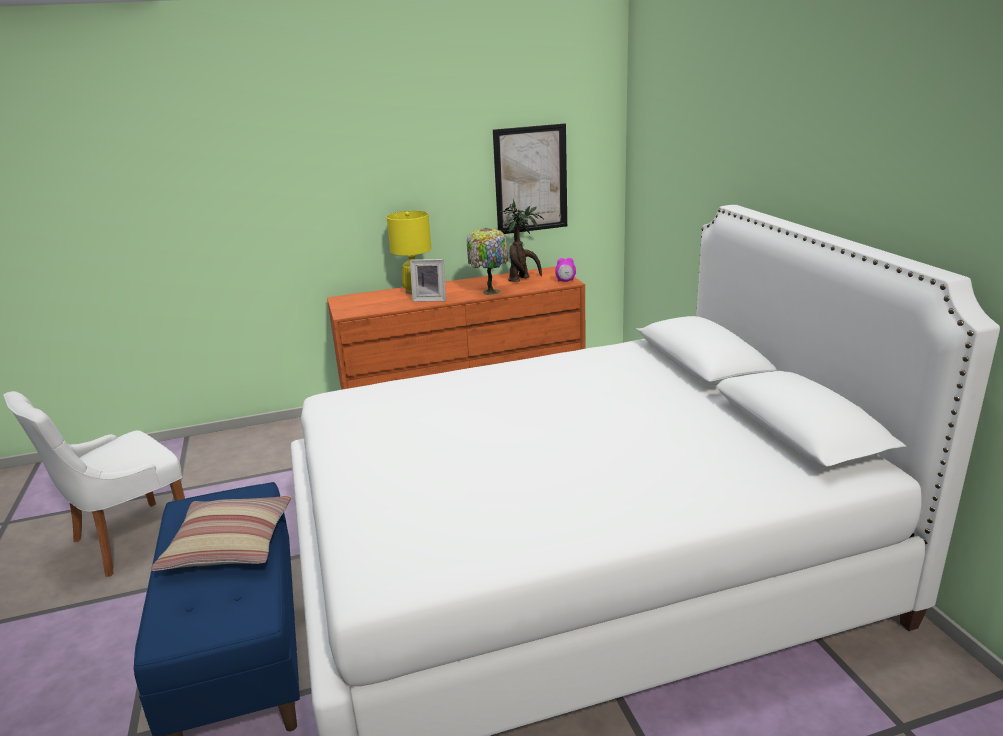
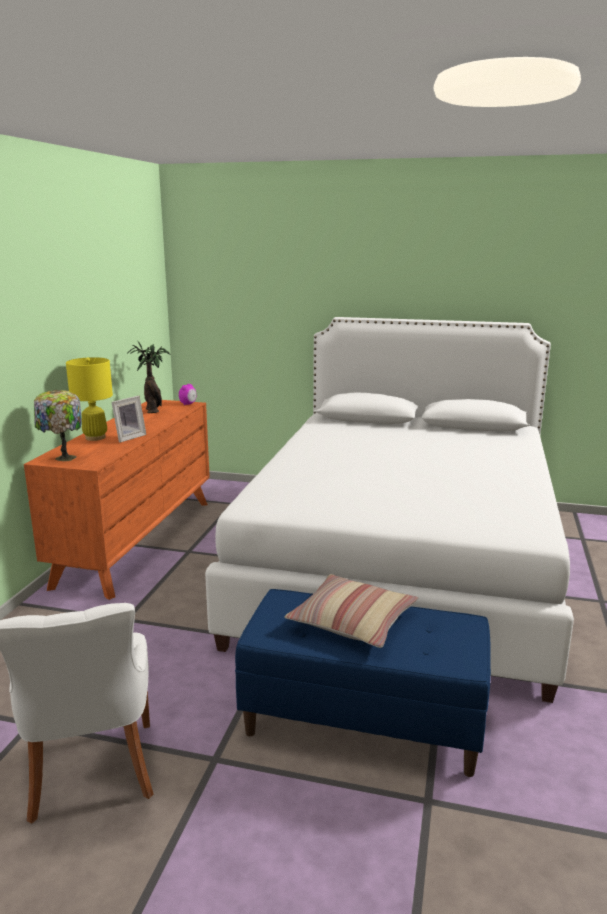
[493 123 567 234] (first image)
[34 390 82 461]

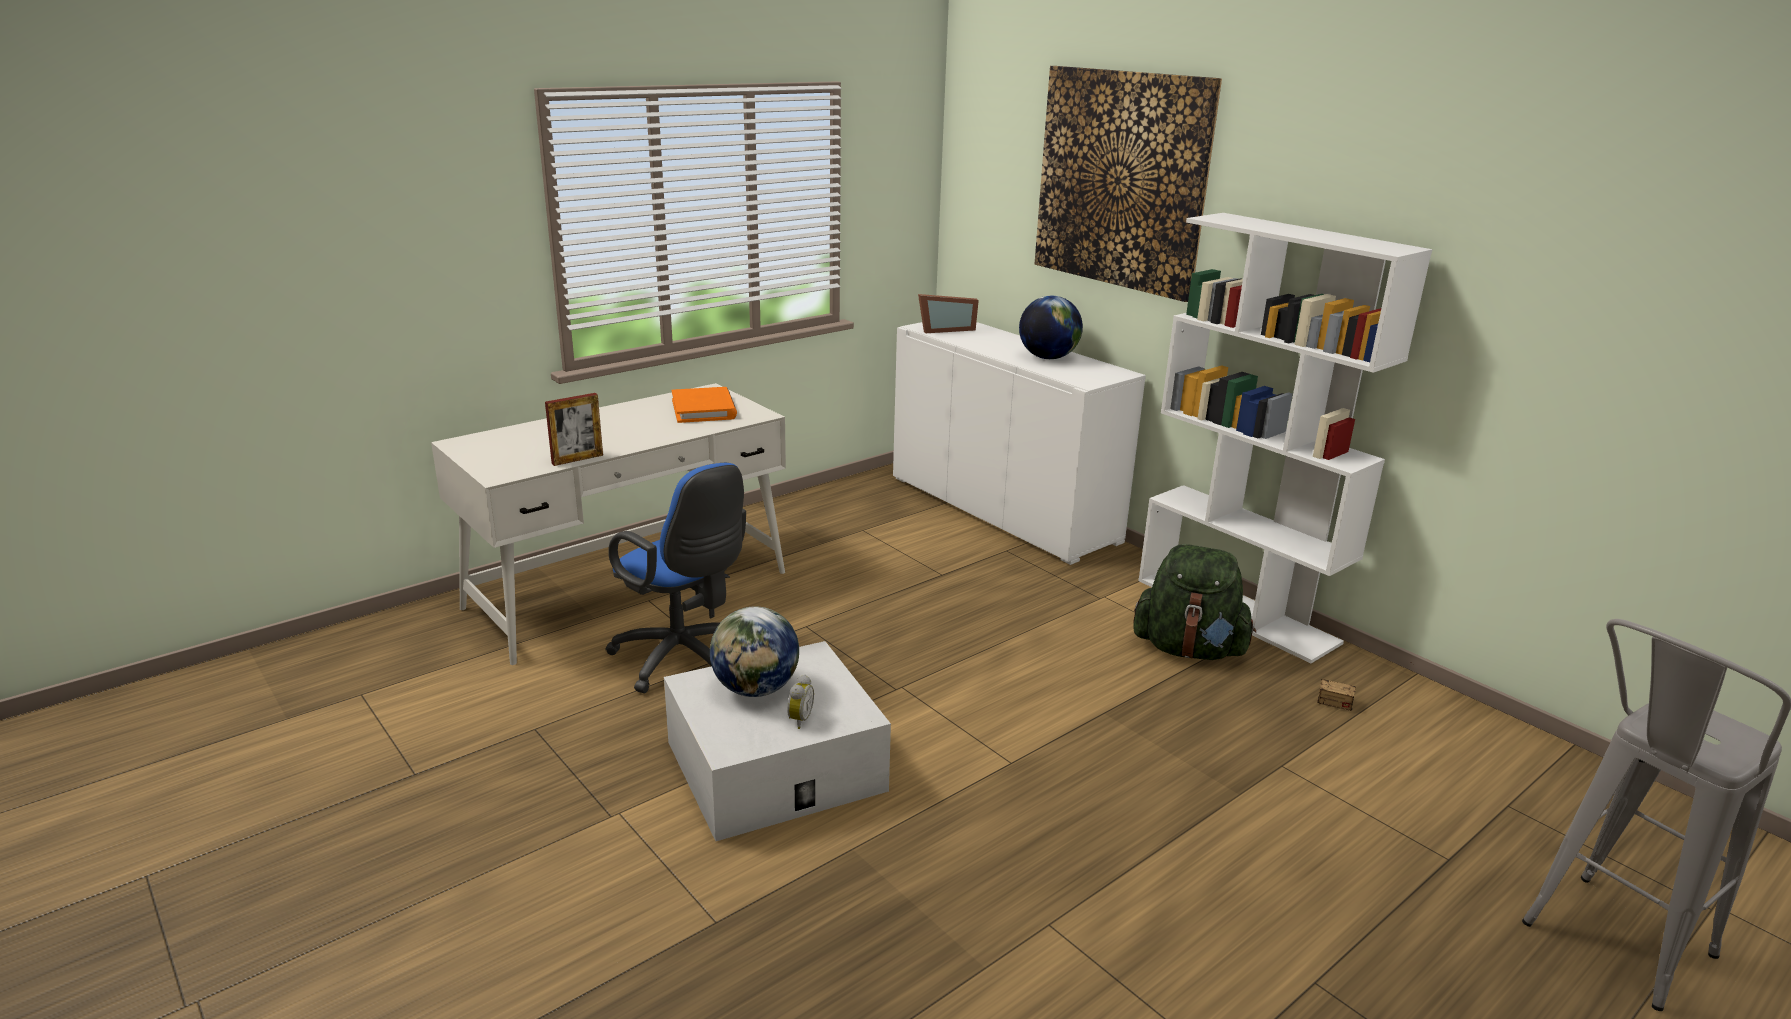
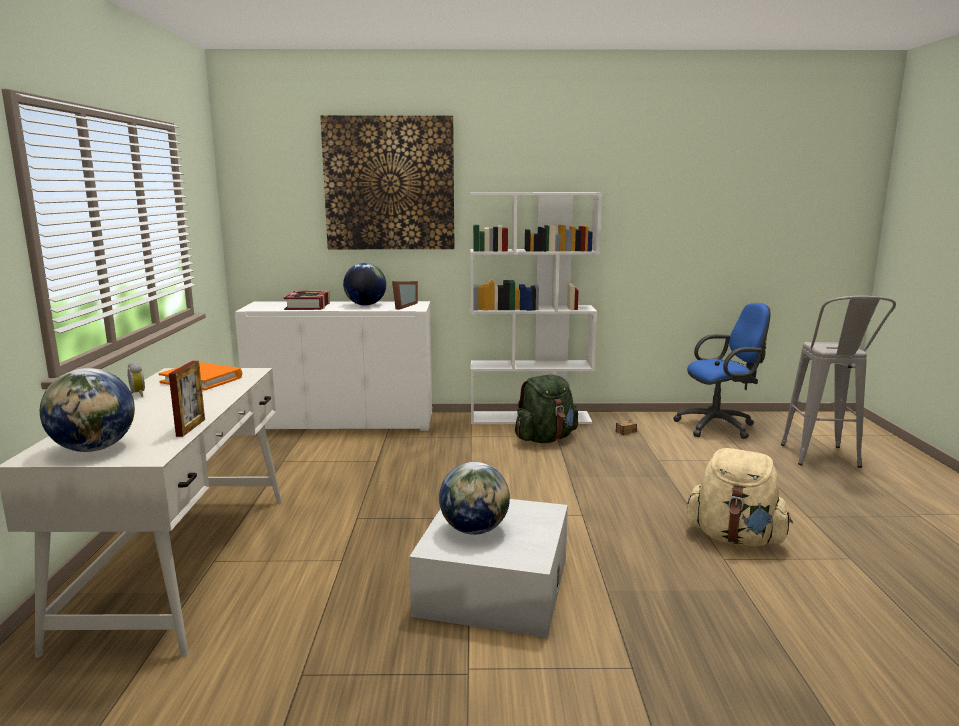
[392 281 418 310]
[673 303 771 439]
[127 361 145 397]
[284 291 330 310]
[40 368 135 452]
[687 448 793 546]

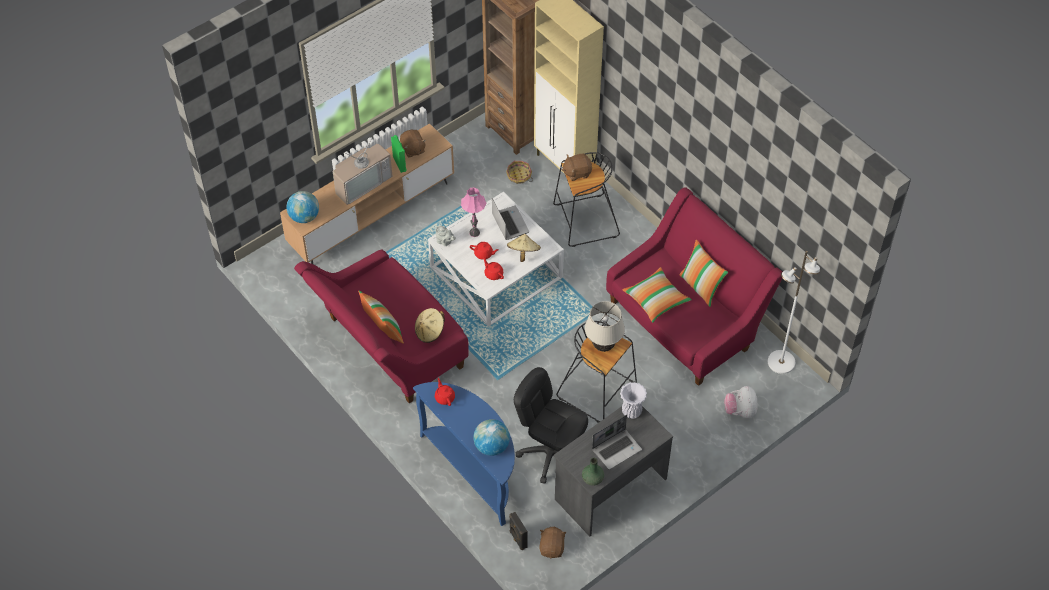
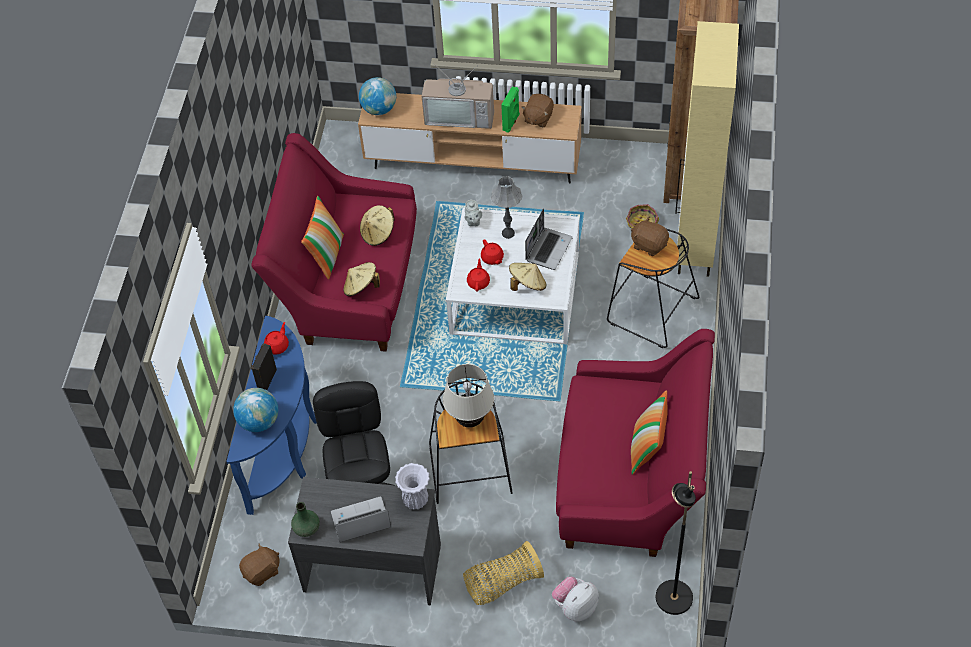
[491 176 523 239]
[656 471 696 615]
[622 267 692 323] (first image)
[331 497 391 542]
[251 343 277 390]
[360 205 395 246]
[463 541 544 605]

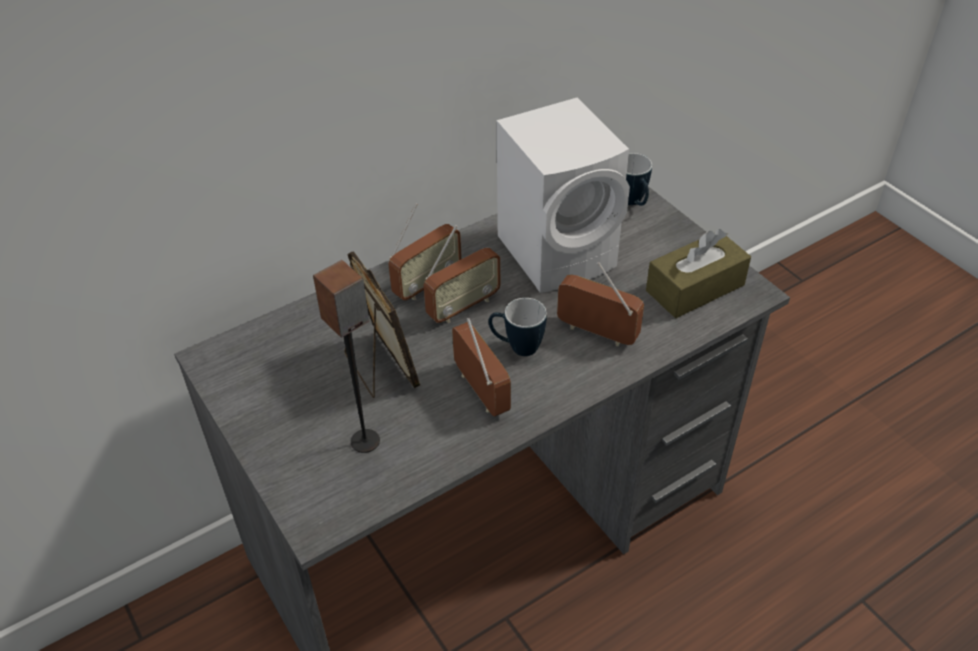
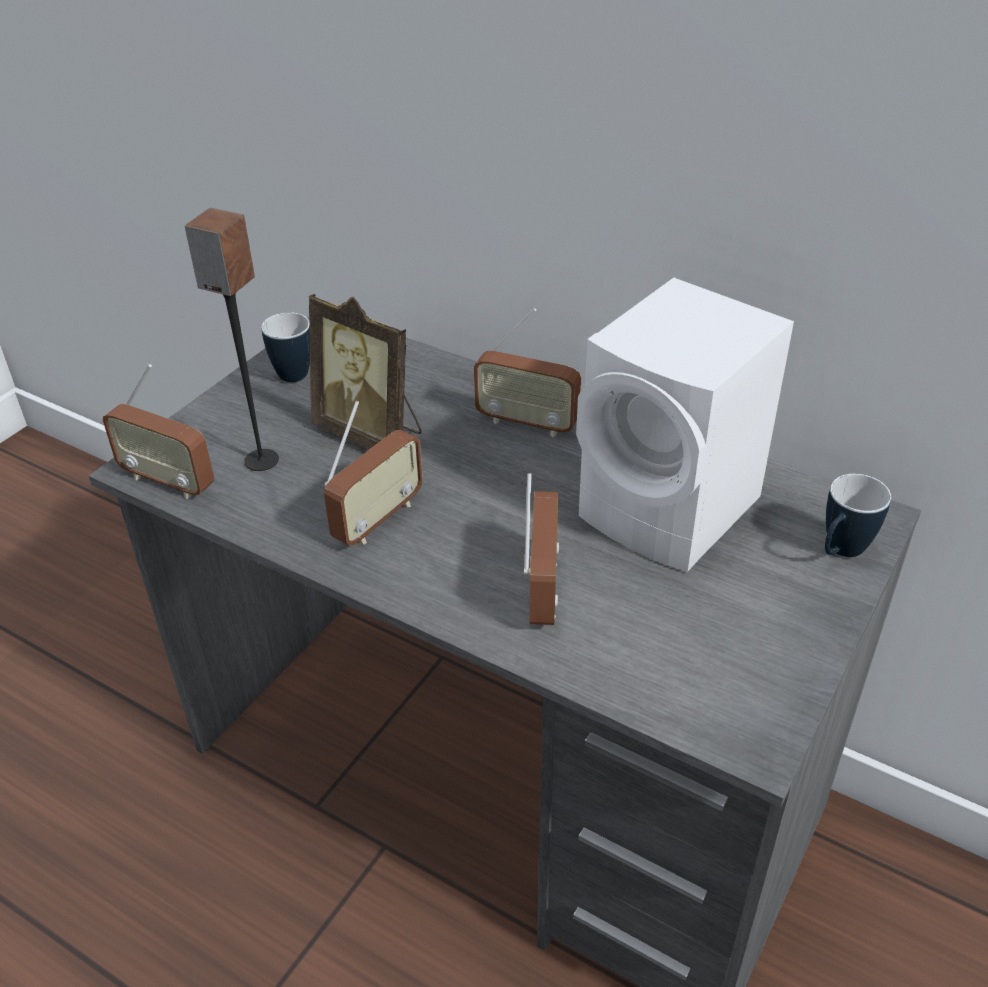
[103 364 214 499]
[646 229 751 318] (first image)
[309 293 422 449]
[261 312 310 382]

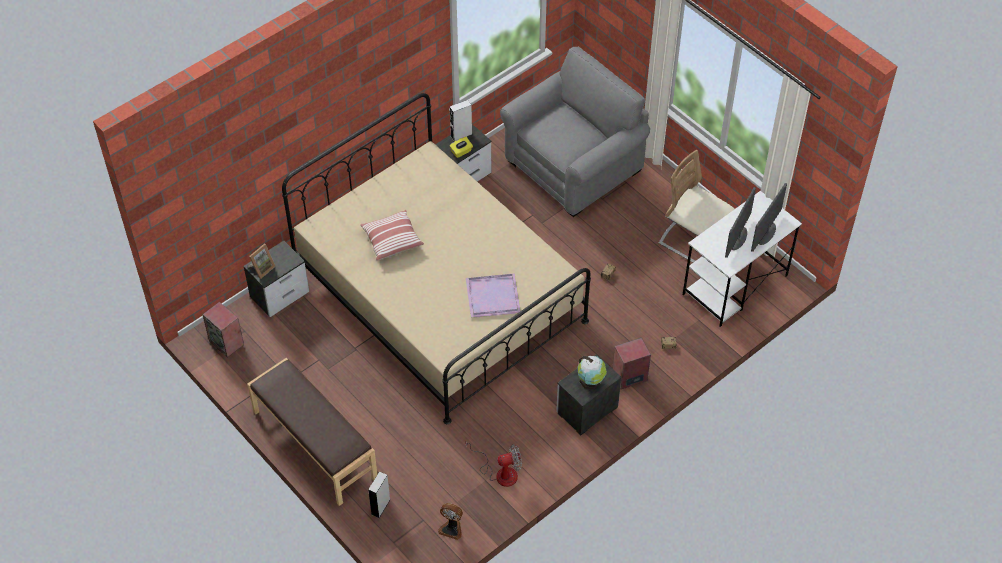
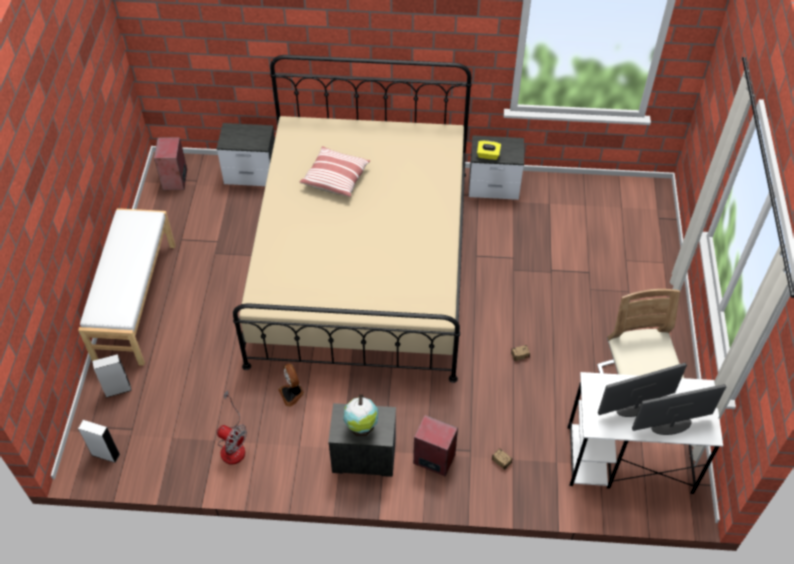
[500 47 650 217] (first image)
[78 420 120 463]
[248 244 276 279] (first image)
[466 273 521 318] (first image)
[78 208 176 366]
[278 364 304 407]

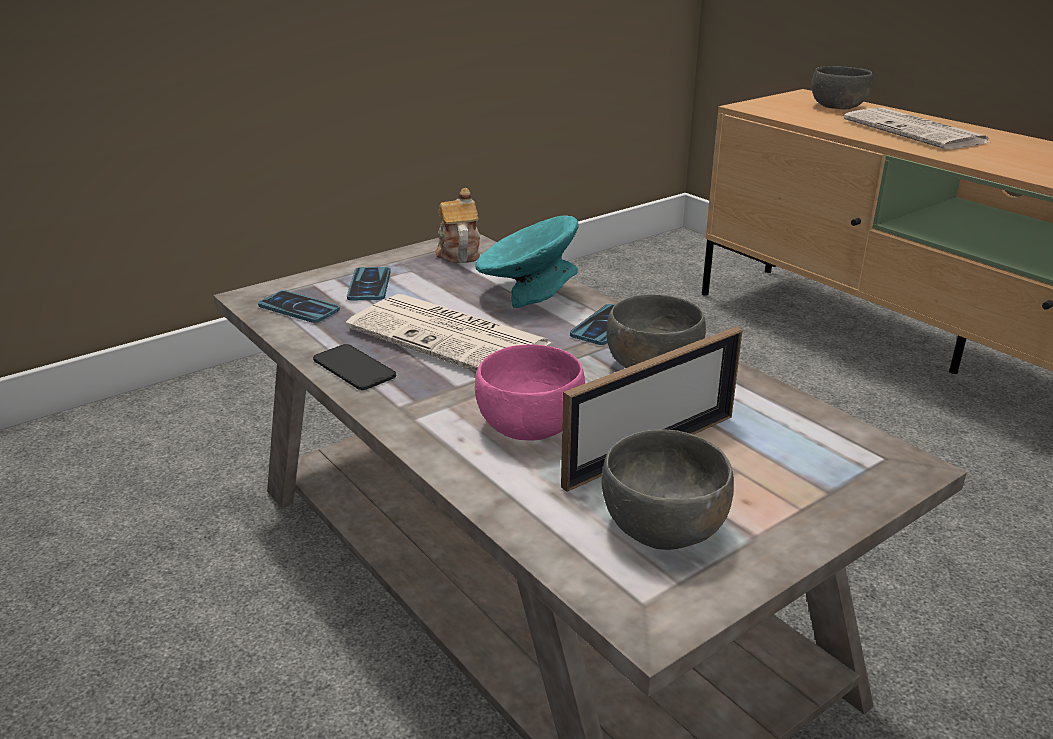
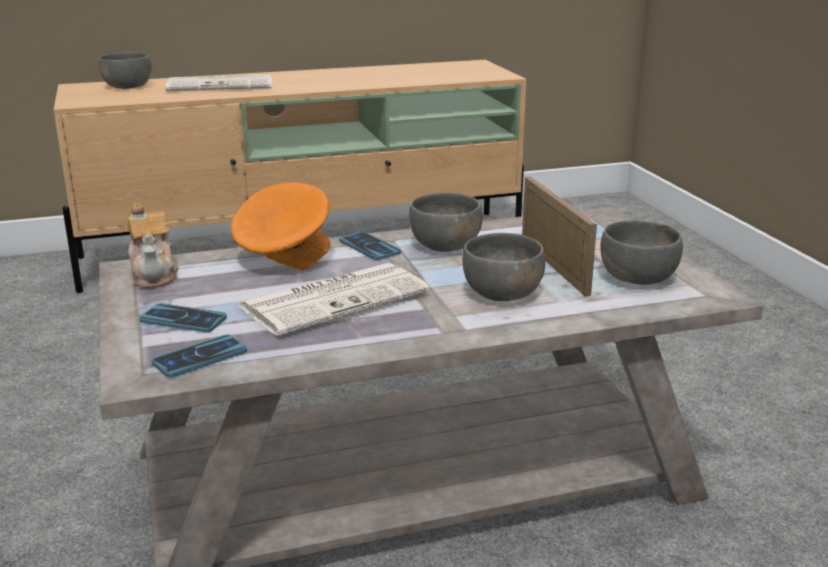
[127 202 179 288]
[231 182 331 271]
[313 344 396 390] (first image)
[462 233 545 301]

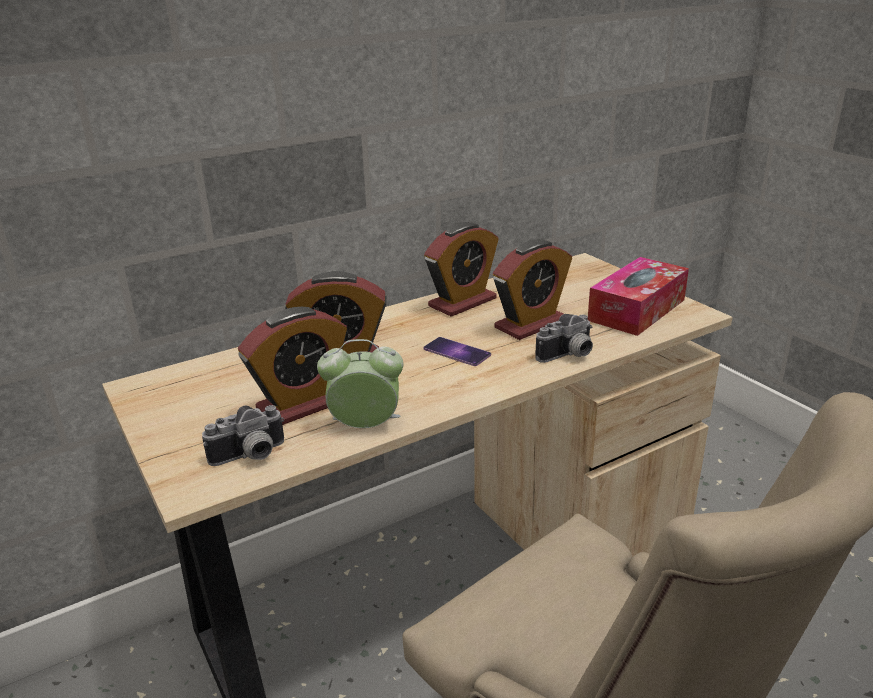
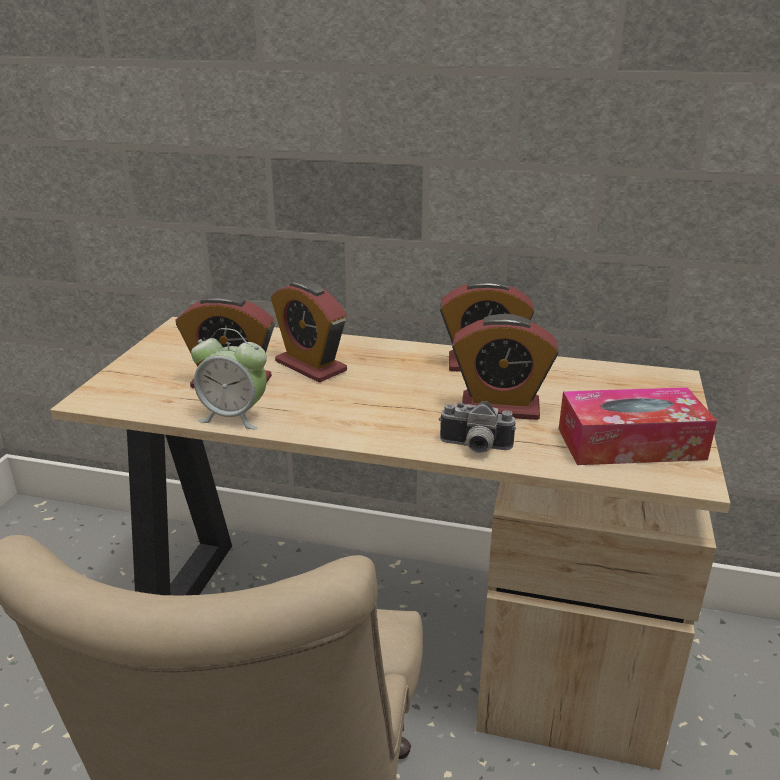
[423 337 491 366] (first image)
[191 328 267 429]
[202 405 285 466] (first image)

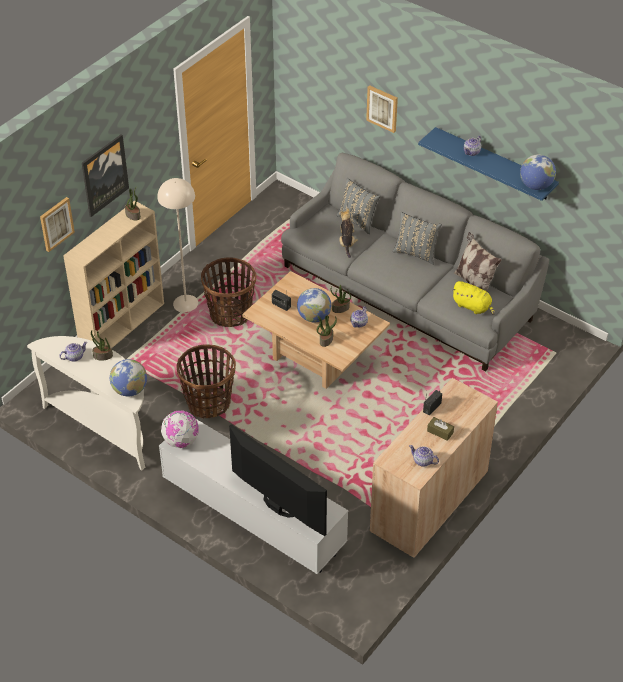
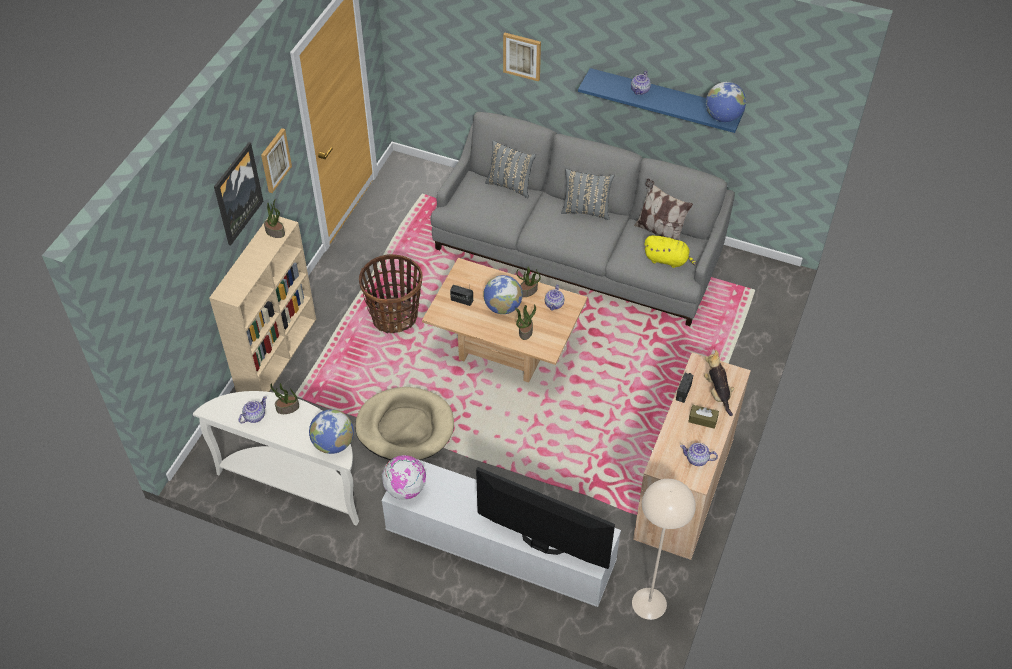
[632 479 696 620]
[261 128 292 193]
[704 350 734 416]
[355 387 454 460]

